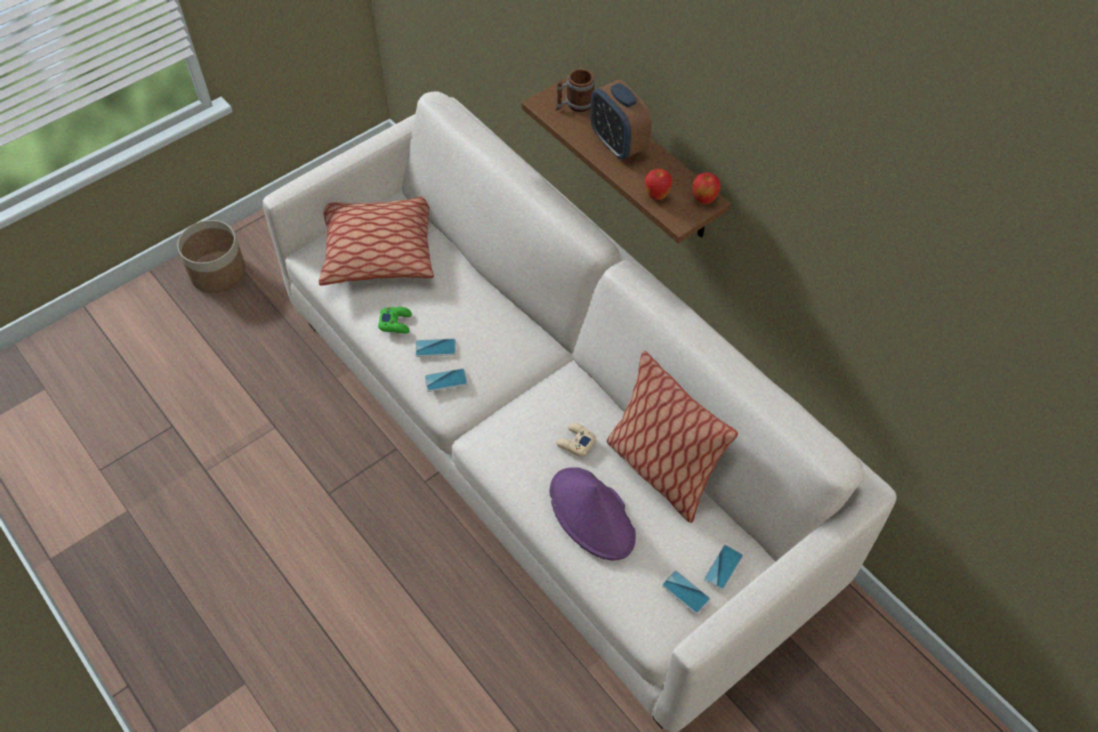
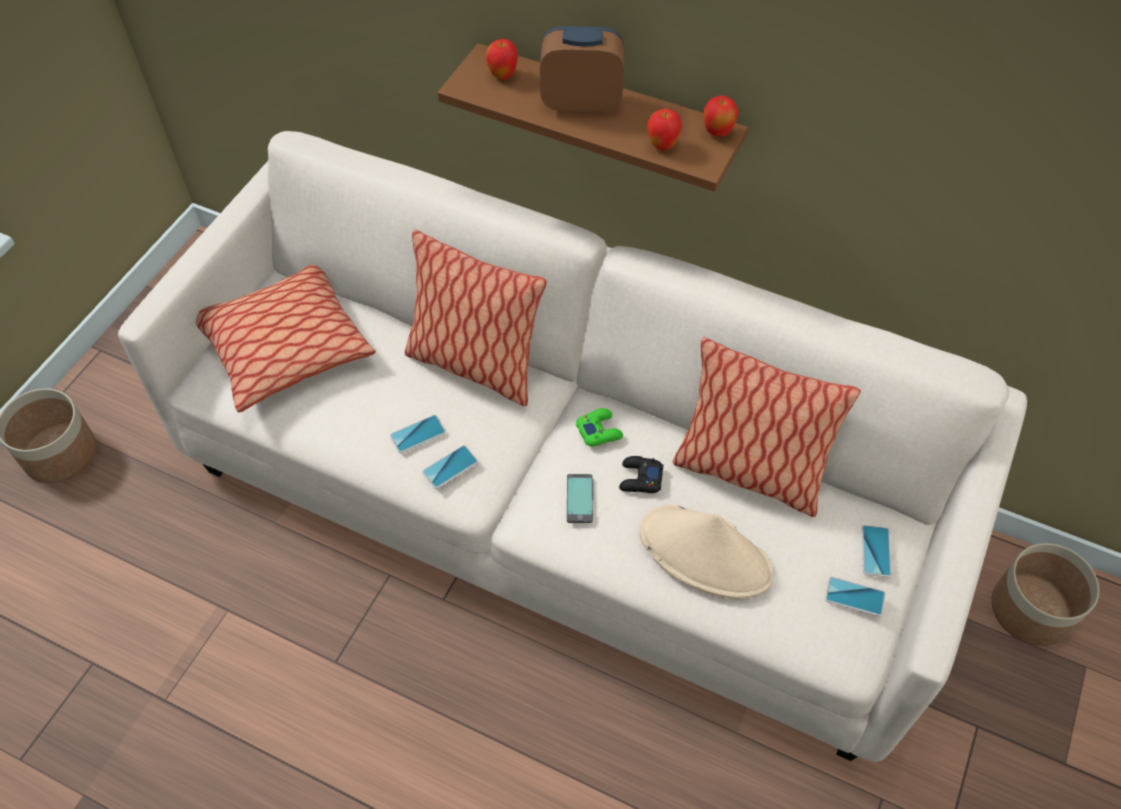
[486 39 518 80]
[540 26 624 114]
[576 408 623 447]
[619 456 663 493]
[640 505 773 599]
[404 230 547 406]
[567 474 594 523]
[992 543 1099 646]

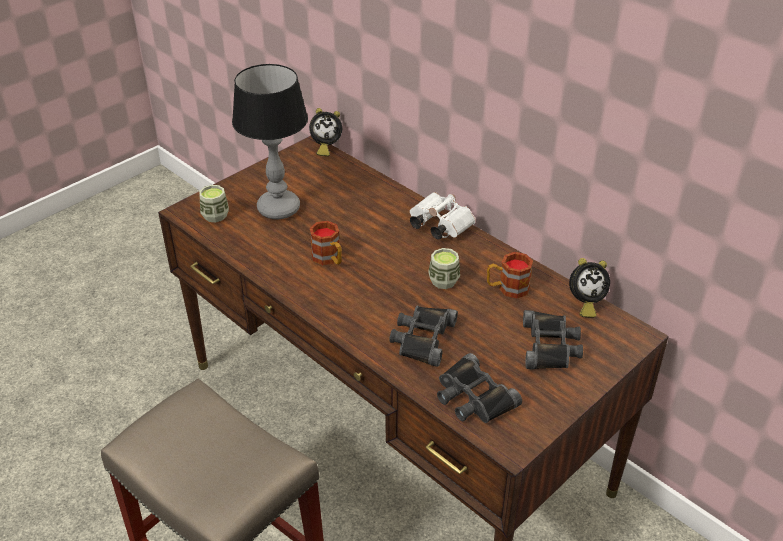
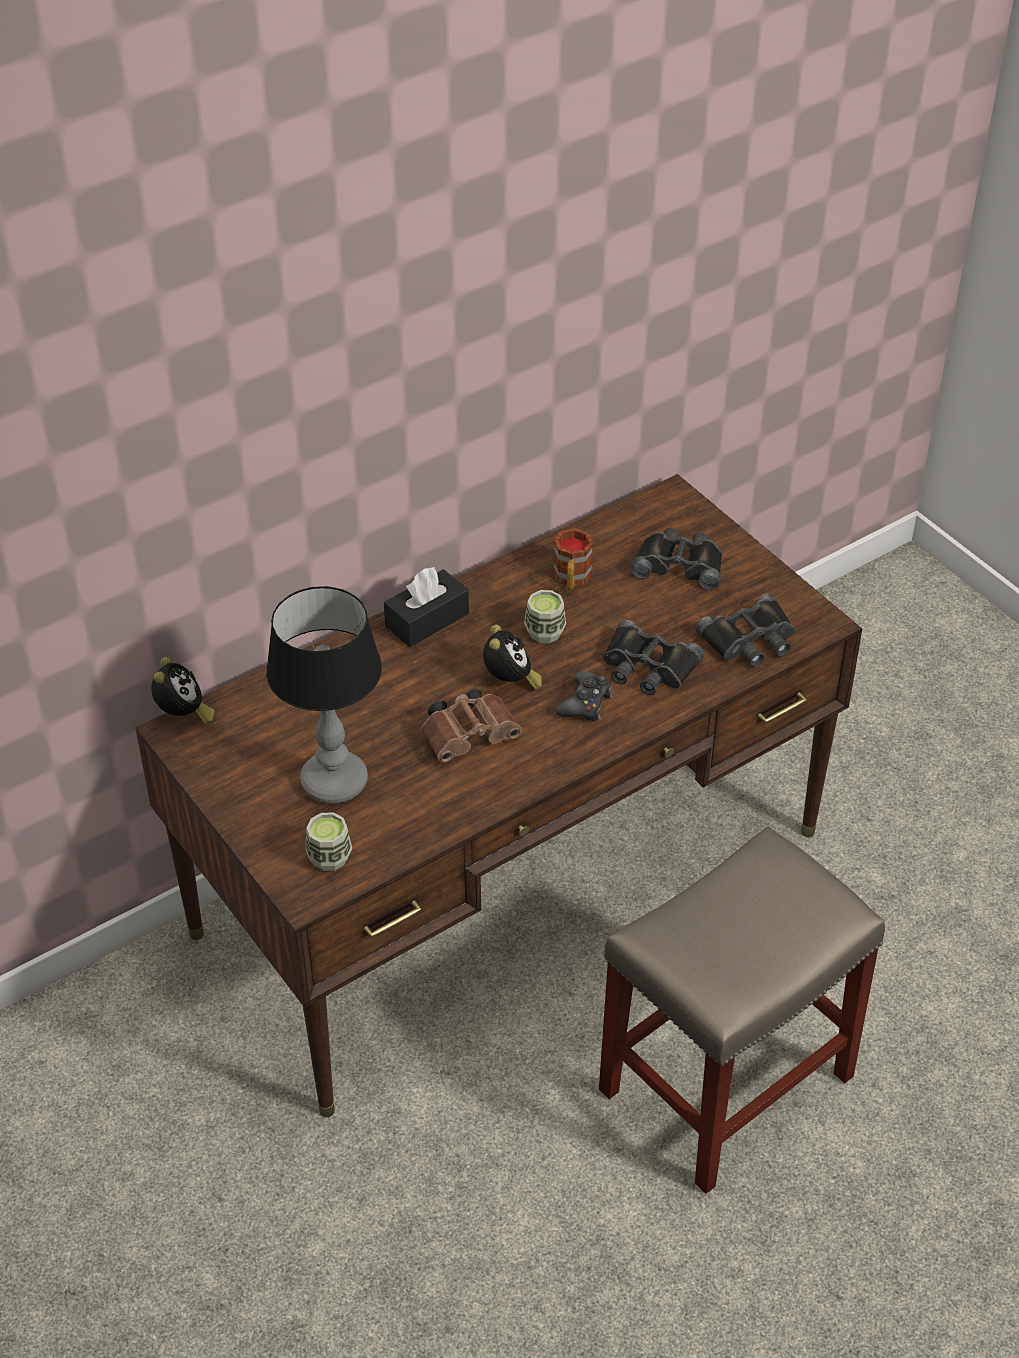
[384 567 469 647]
[422 689 522 762]
[483 625 542 690]
[555 671 613 721]

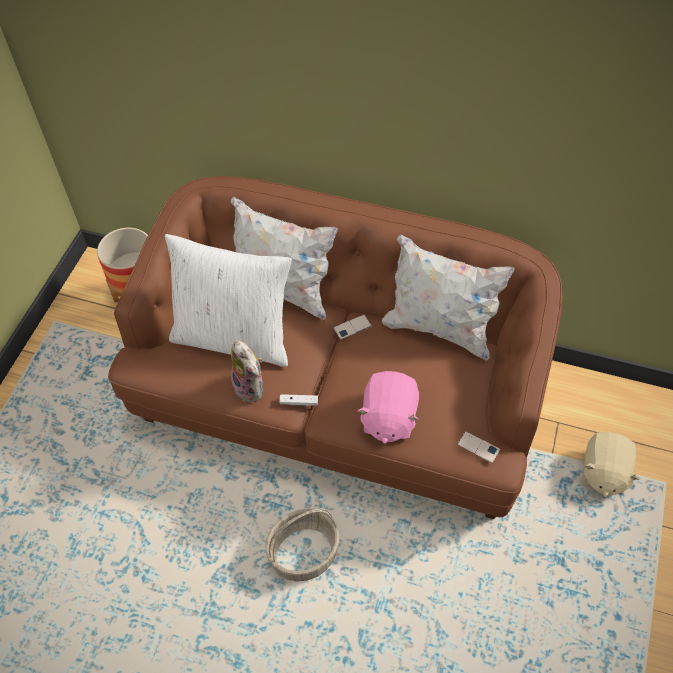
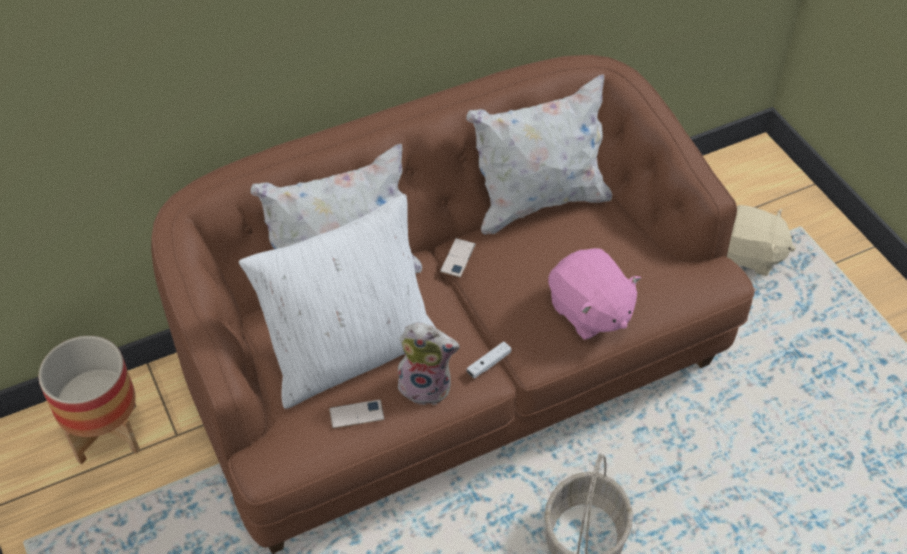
[329 400 384 428]
[727 205 796 276]

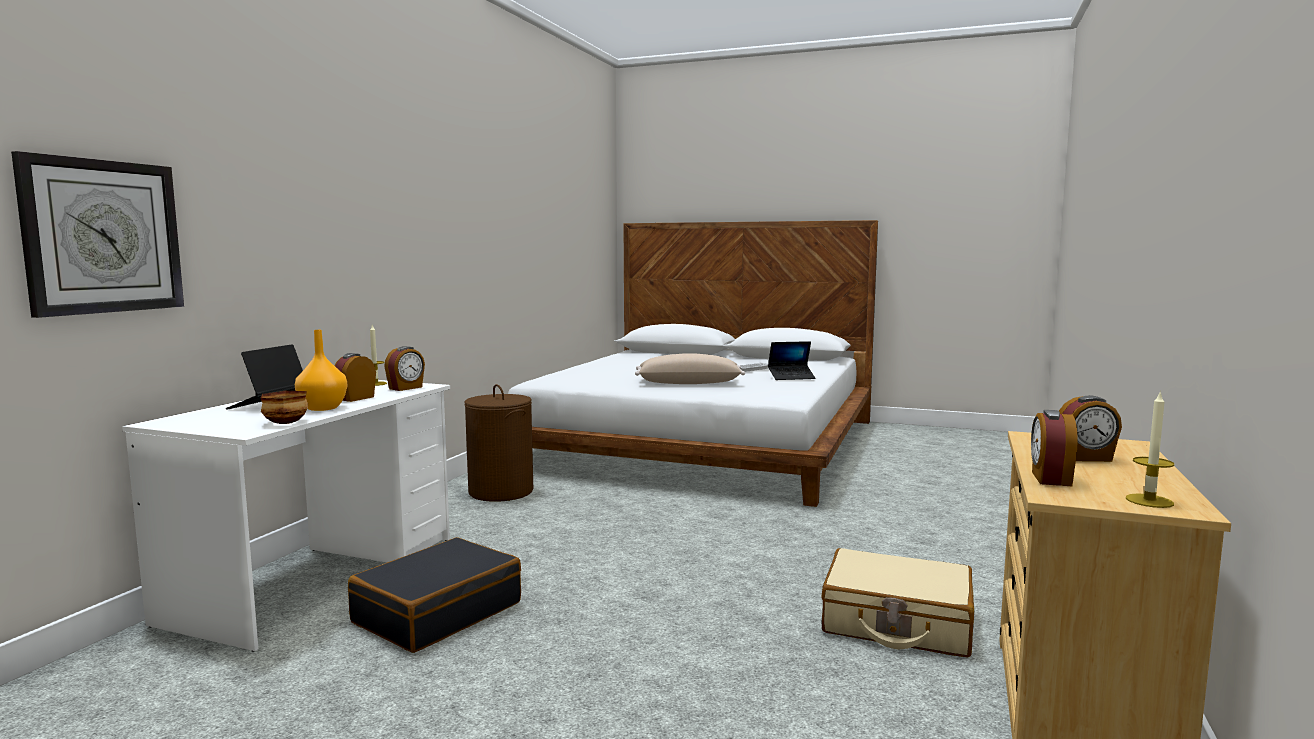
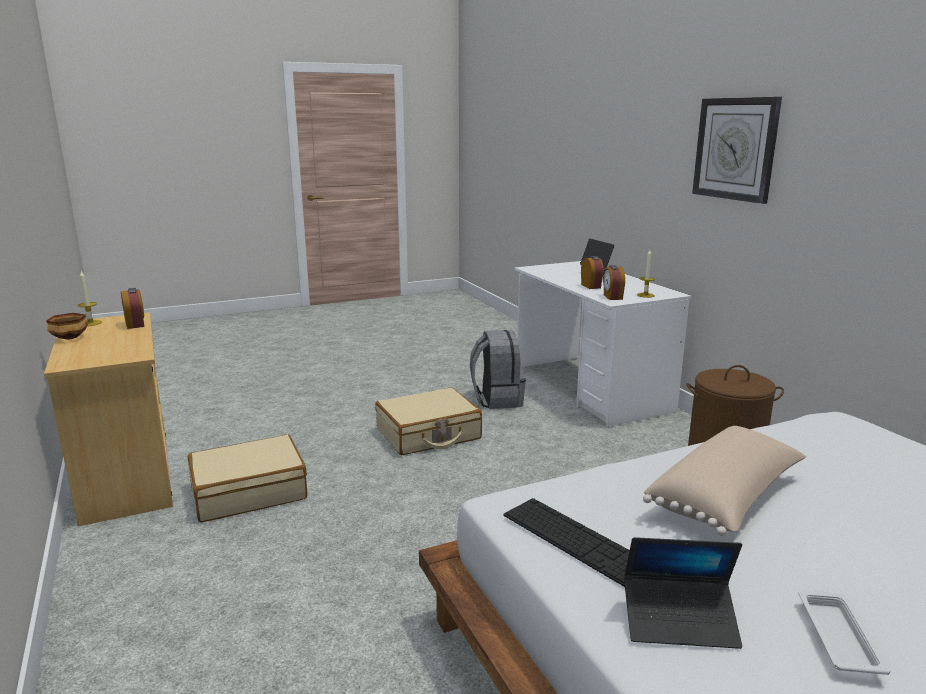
[692 97 782 204]
[295 330 347 411] (first image)
[624 537 742 649]
[46 313 88 340]
[1059 395 1122 462] (first image)
[470 330 526 409]
[375 387 482 455]
[503 498 630 587]

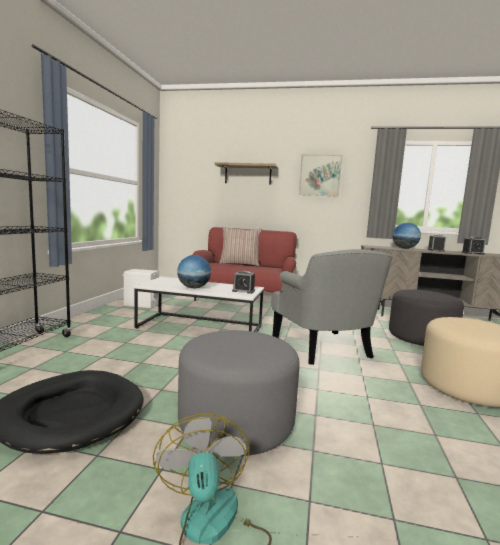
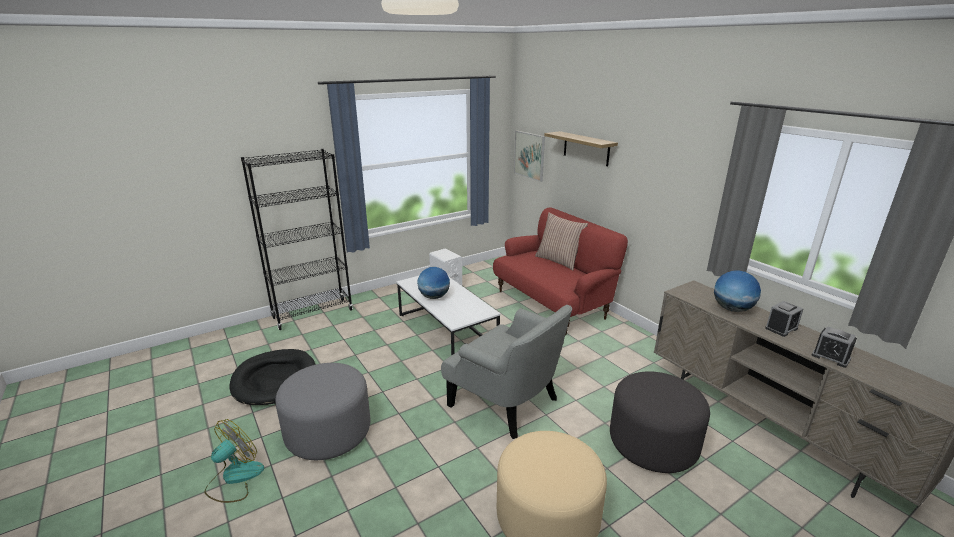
[514 130 545 182]
[441 305 572 439]
[232 271 255 294] (first image)

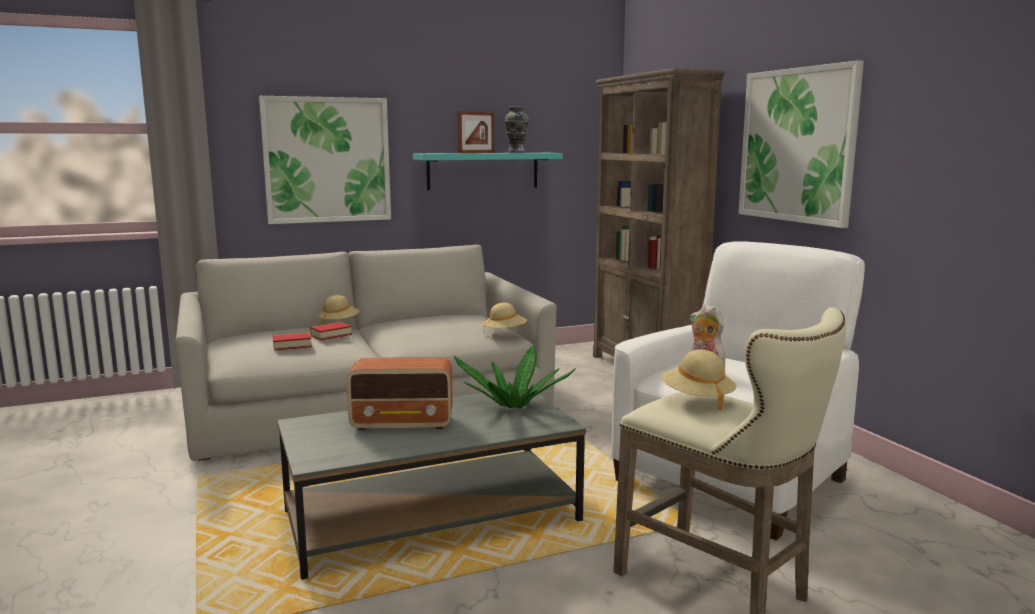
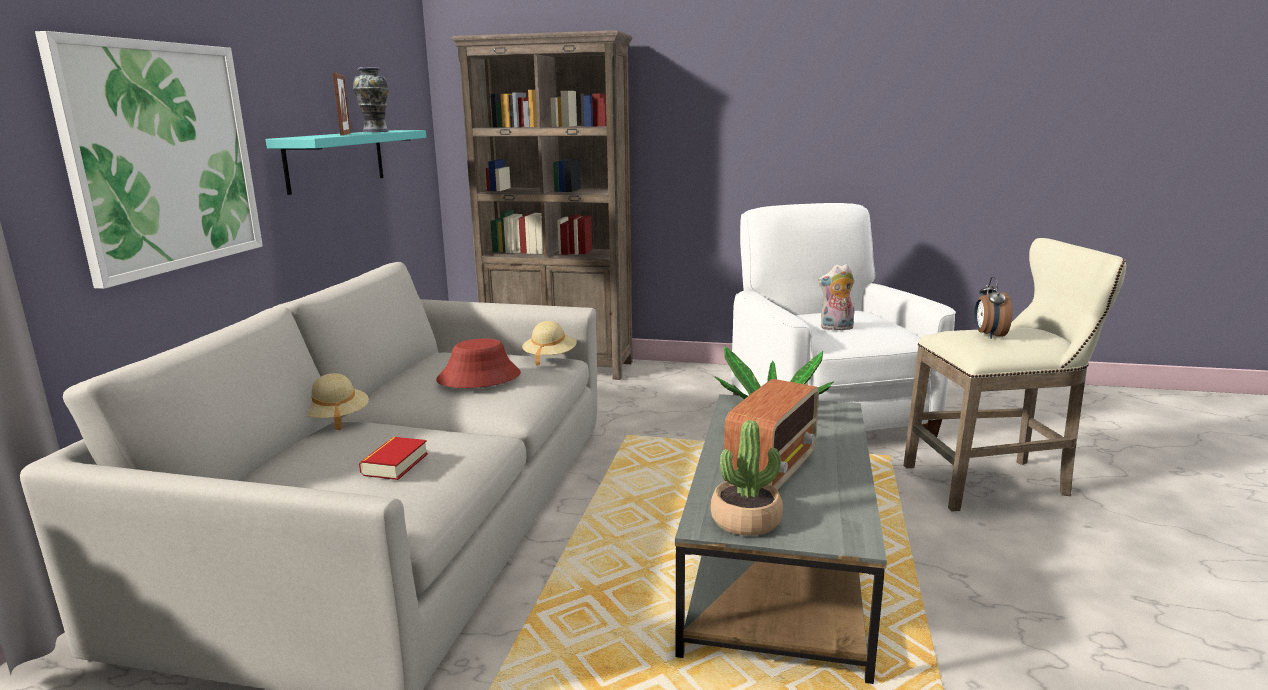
[738 60 864 228] (first image)
[310 322 352 340] (first image)
[974 277 1012 339]
[436 339 521 388]
[710 420 783 536]

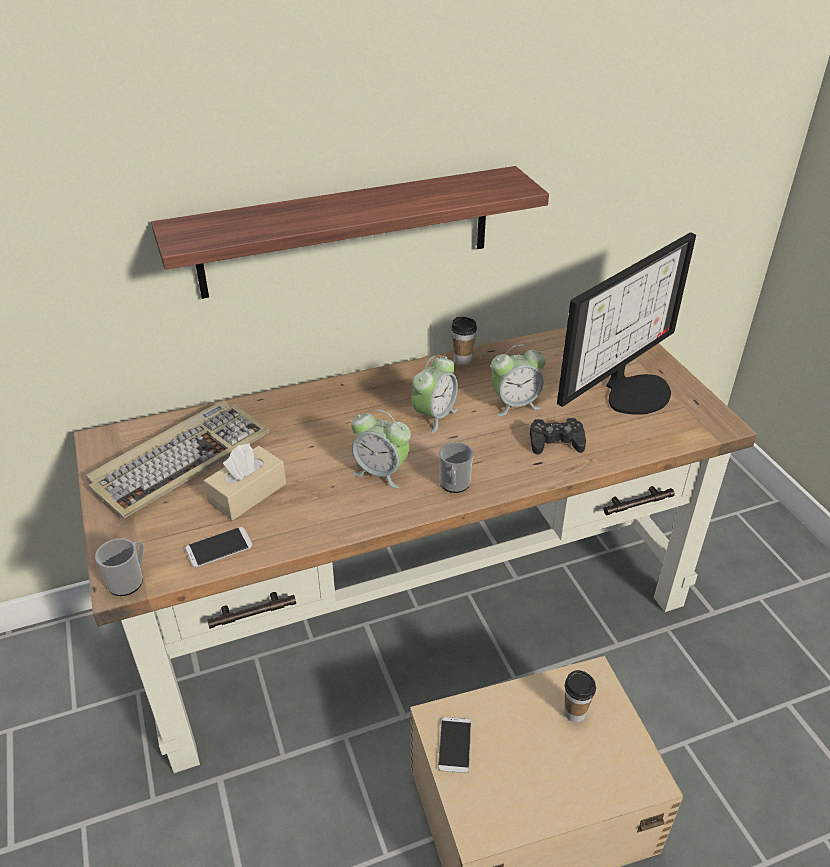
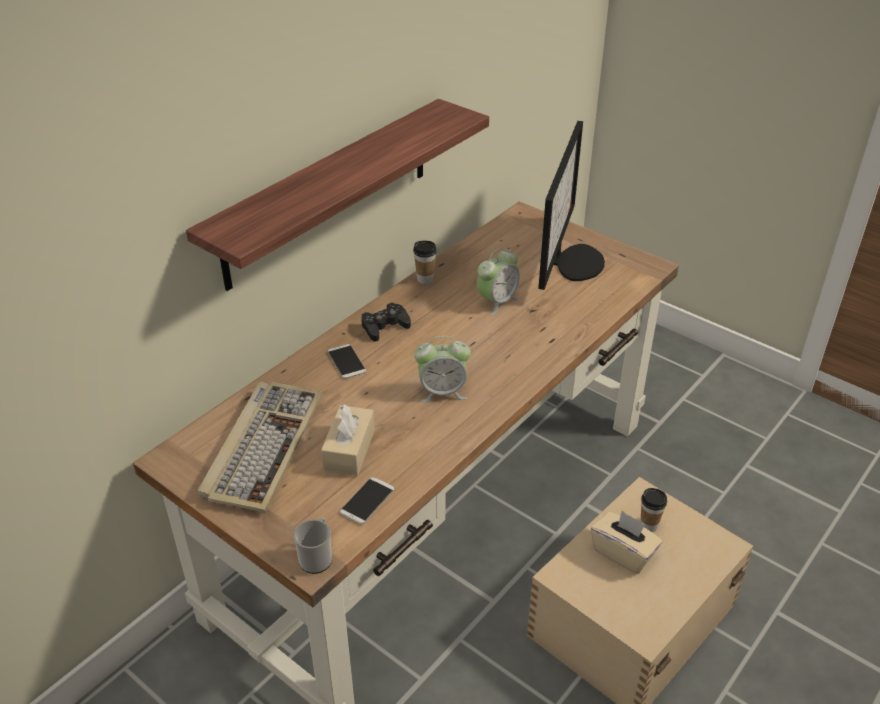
[412 355 458 433] (first image)
[361 303 411 342]
[439 442 474 493] (first image)
[327 344 366 379]
[591 511 663 574]

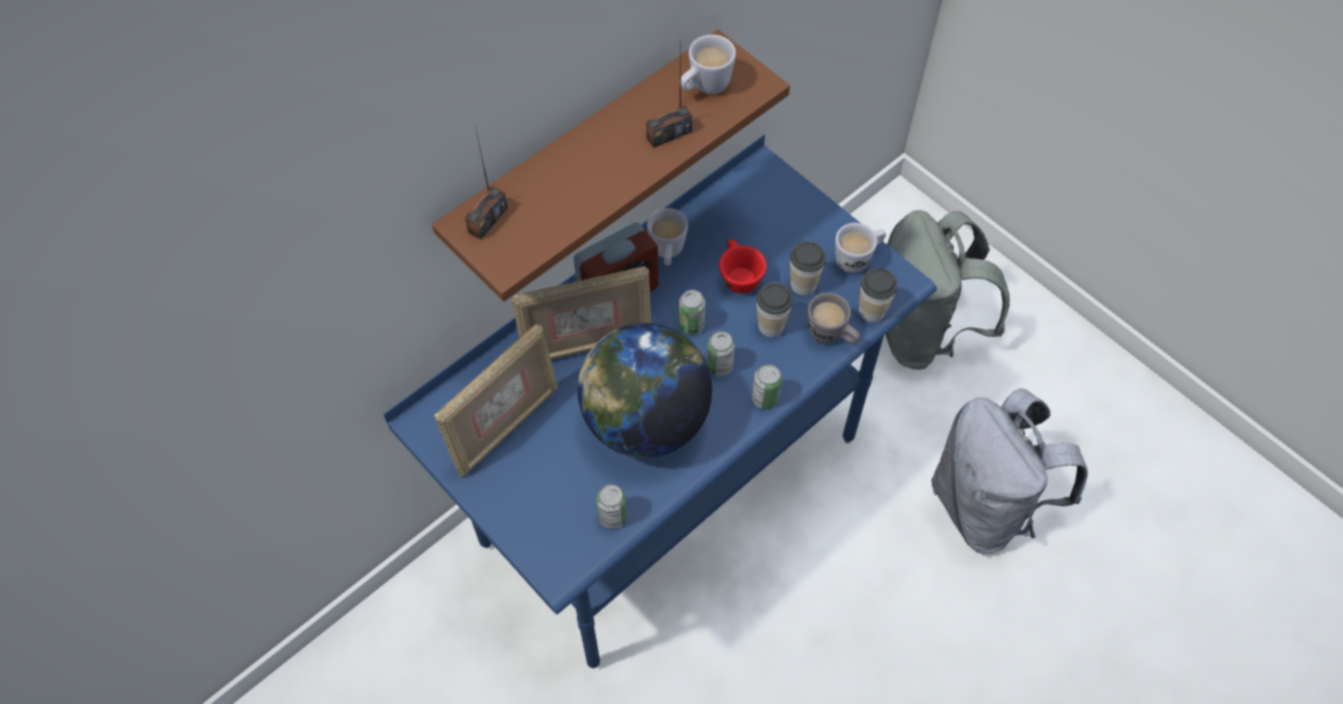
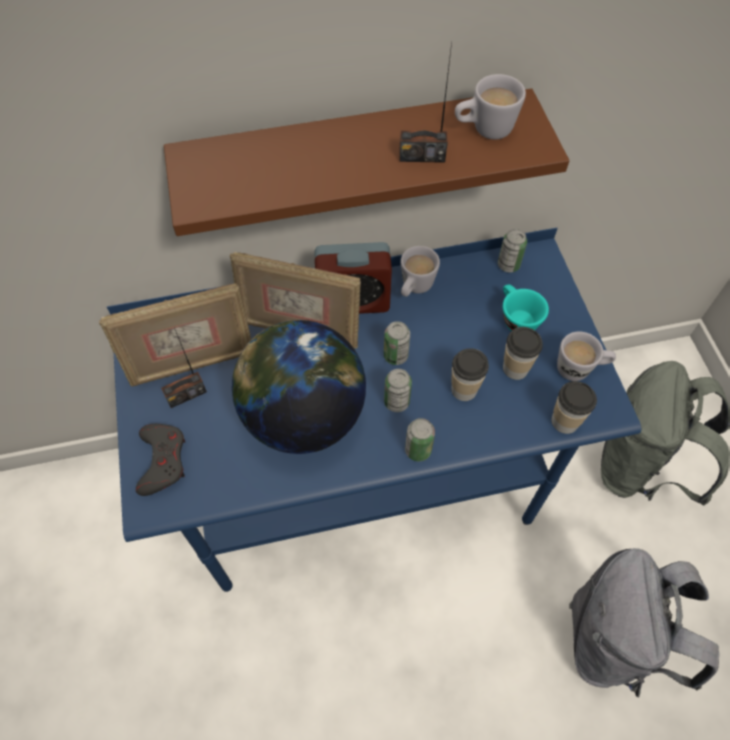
[161 328 207 408]
[719 240 767 293] (first image)
[808 293 860 344] (first image)
[498 229 527 273]
[503 284 549 331]
[136 424 185 496]

